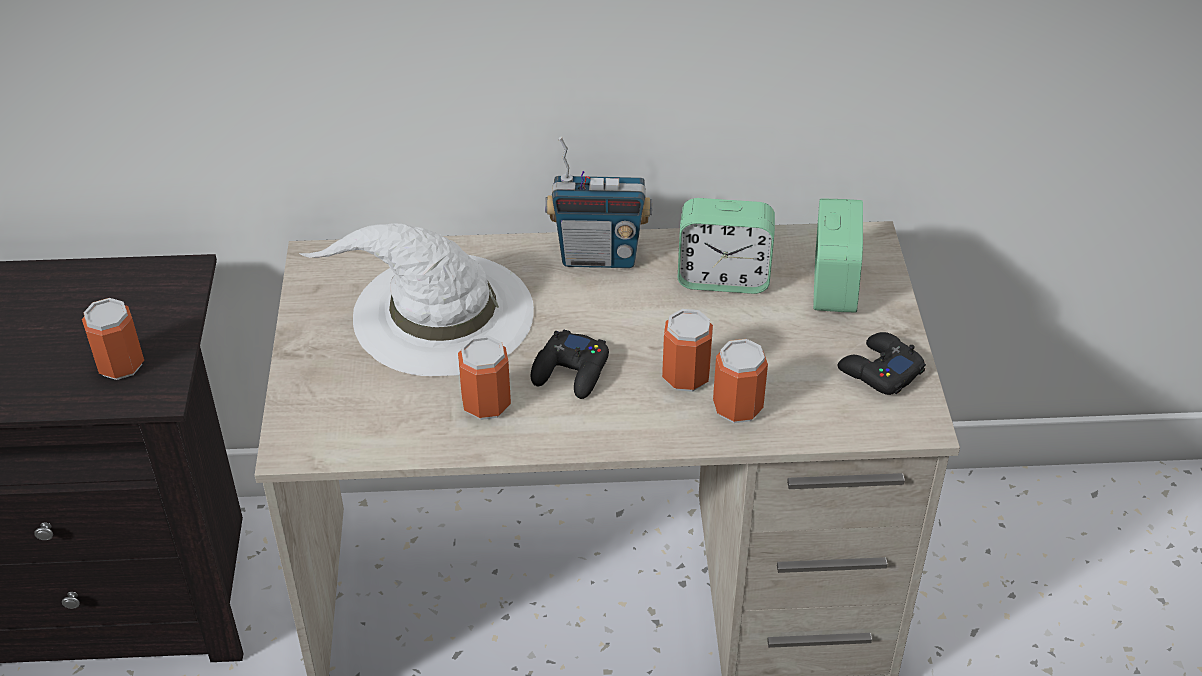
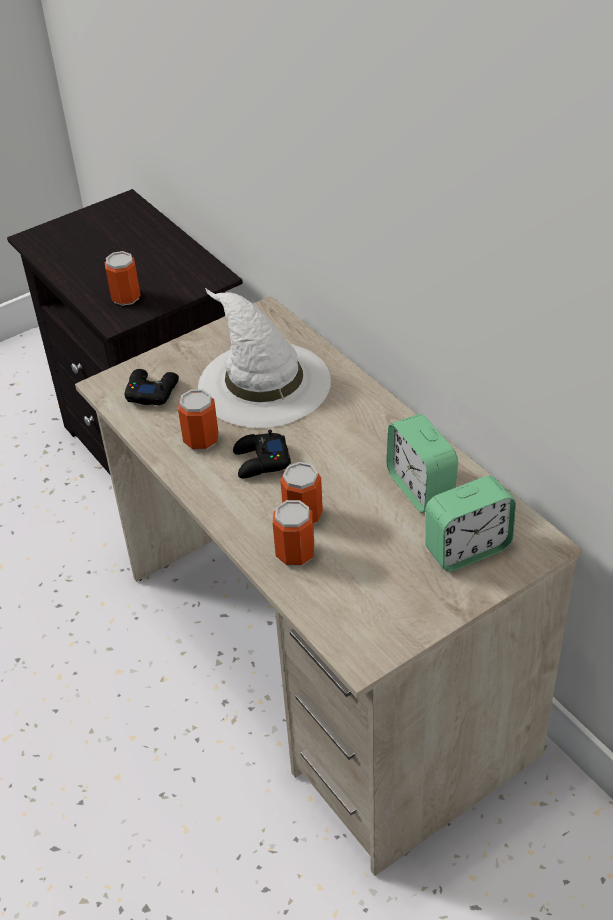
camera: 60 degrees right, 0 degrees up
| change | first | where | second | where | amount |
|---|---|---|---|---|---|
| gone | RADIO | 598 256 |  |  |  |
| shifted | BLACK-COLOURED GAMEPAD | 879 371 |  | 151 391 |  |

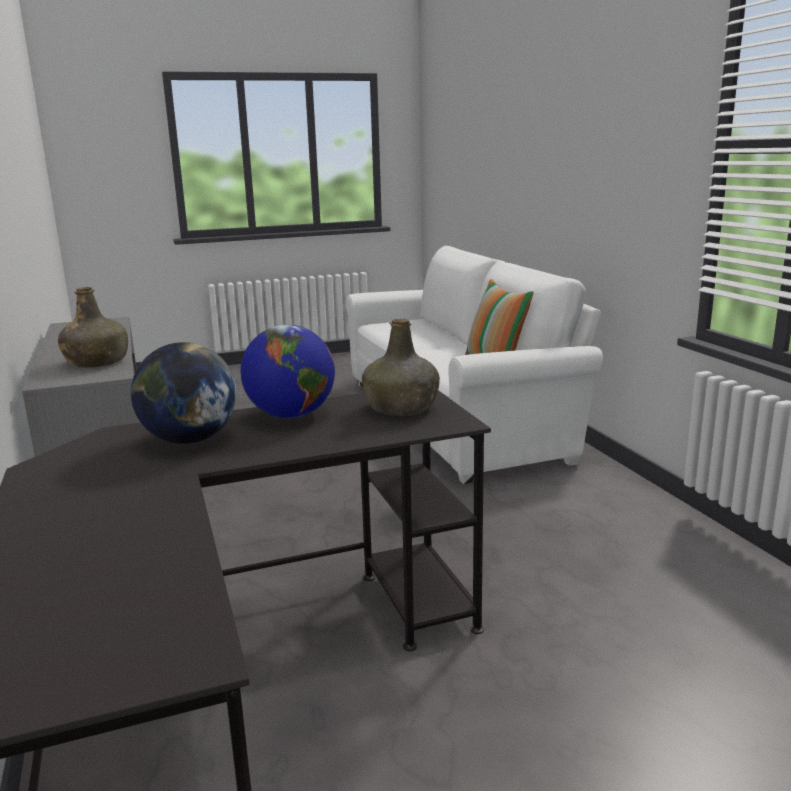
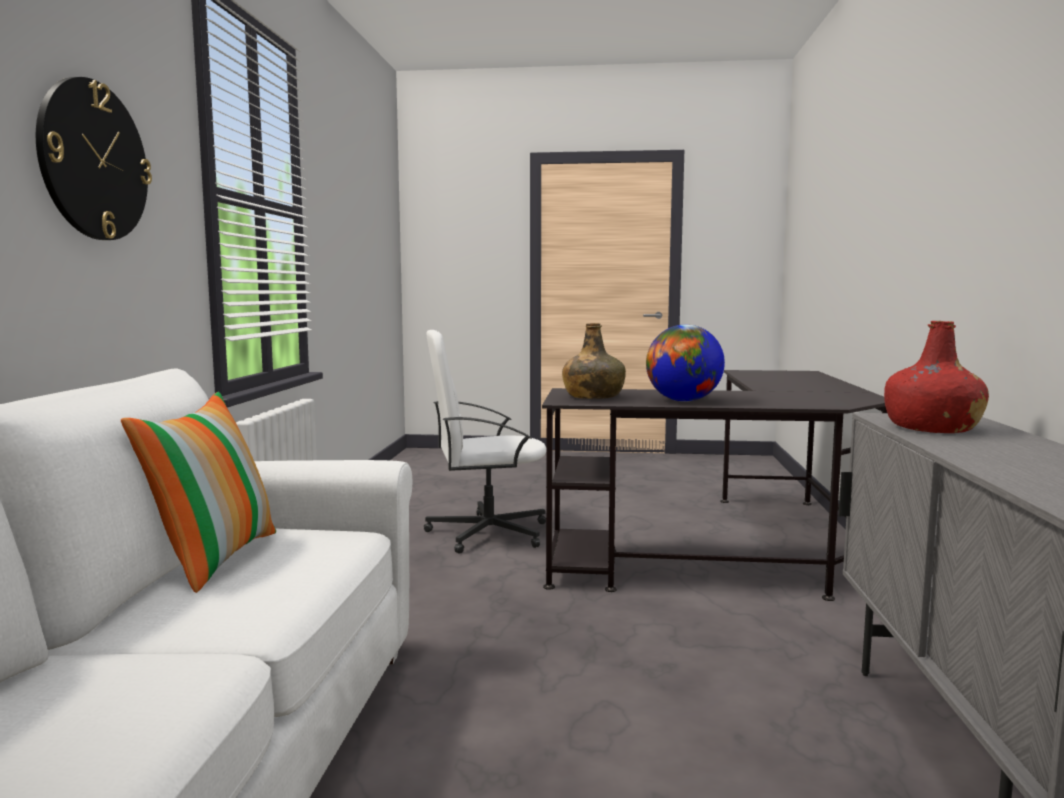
camera: 155 degrees left, 10 degrees down
| change | first | where | second | where | amount |
|---|---|---|---|---|---|
| gone | DESK GLOBE | 189 440 |  |  |  |
| new |  |  | CLOCK ON THE WALL | 93 161 |  |
| new |  |  | WHITISH OFFICE CHAIR | 486 533 |  |
| repainted | GREEN BEVERAGE BOTTLE | 97 362 | REDDISH BEVERAGE BOTTLE | 932 428 |  |

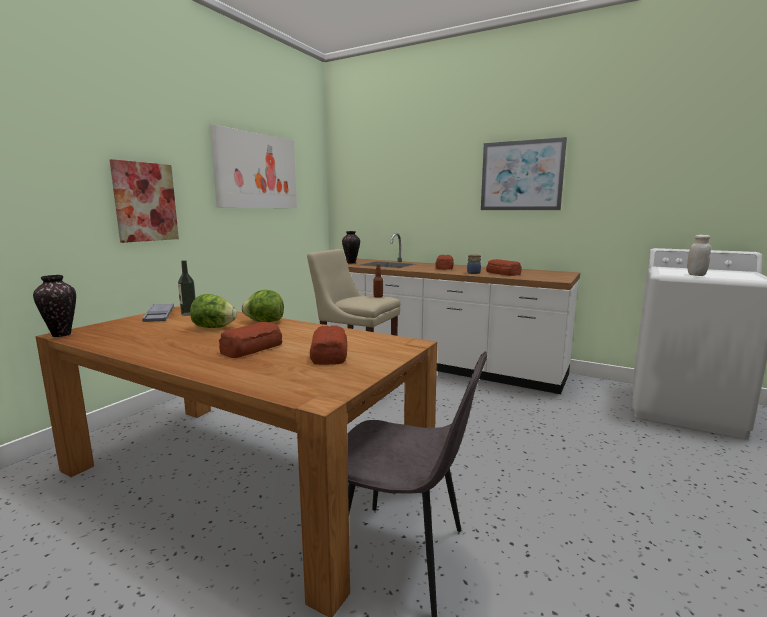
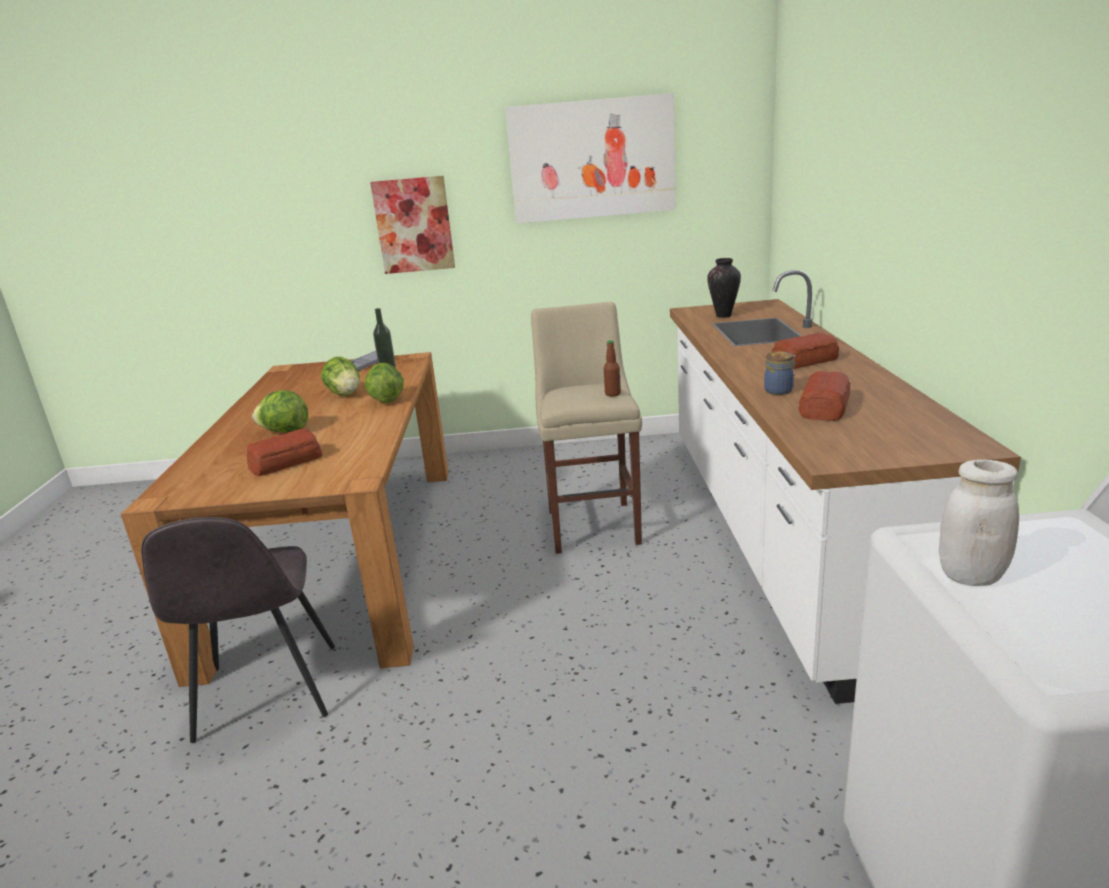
camera: 60 degrees right, 10 degrees up
| change | first | where | second | where | amount |
|---|---|---|---|---|---|
| gone | VASE | 62 334 |  |  |  |
| gone | WALL PICTURE | 521 176 |  |  |  |
| swapped | BAKED BREAD | 252 348 | LETTUCE | 285 431 |  |

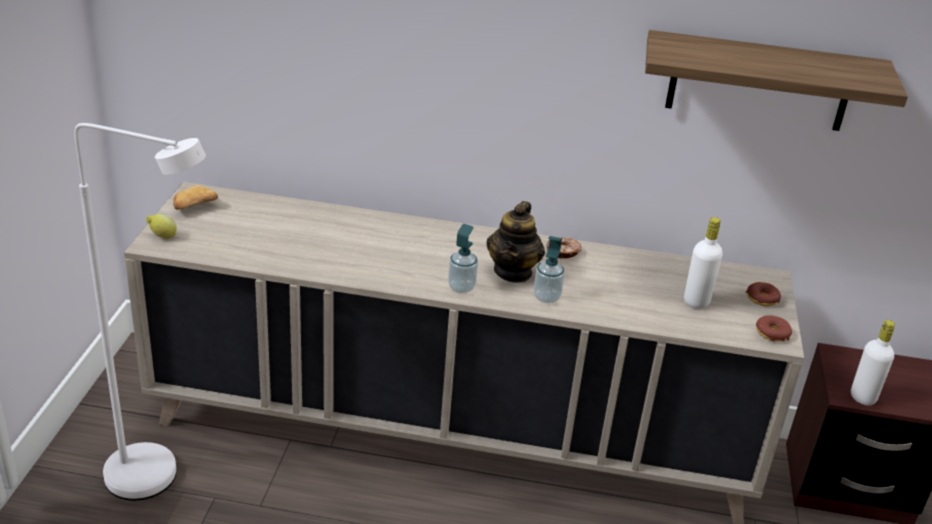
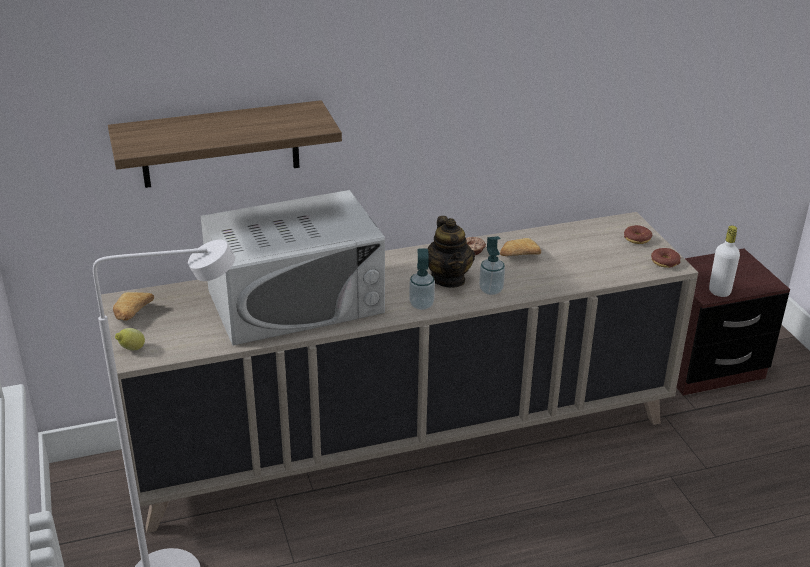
camera: 25 degrees left, 0 degrees up
| change | first | where | second | where | amount |
|---|---|---|---|---|---|
| gone | WHITISH BEVERAGE BOTTLE | 696 301 |  |  |  |
| new |  |  | WHITISH KITCHEN MICROWAVE | 296 301 |  |
| new |  |  | BAKED BREAD | 517 256 |  |
| shifted | SHELF | 759 82 |  | 220 144 |  |

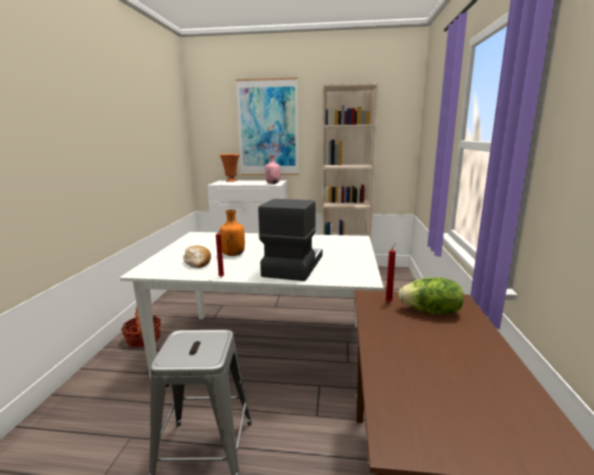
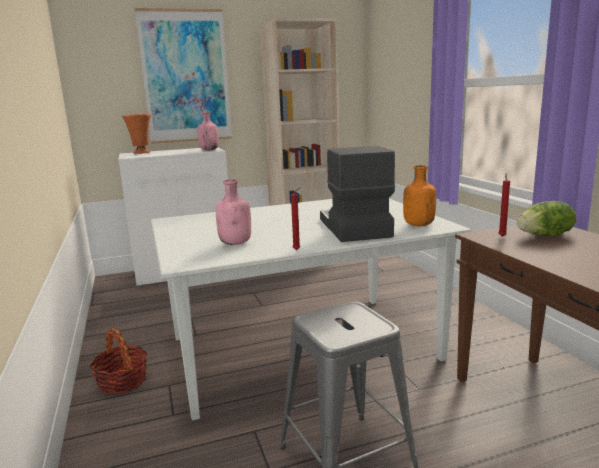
camera: 25 degrees left, 0 degrees up
| change | first | where | second | where | amount |
|---|---|---|---|---|---|
| shifted | ORANGEY BEVERAGE BOTTLE | 233 254 |  | 418 225 |  |
| swapped | BAKED BREAD | 198 262 | PINK BEVERAGE BOTTLE | 236 243 |  |

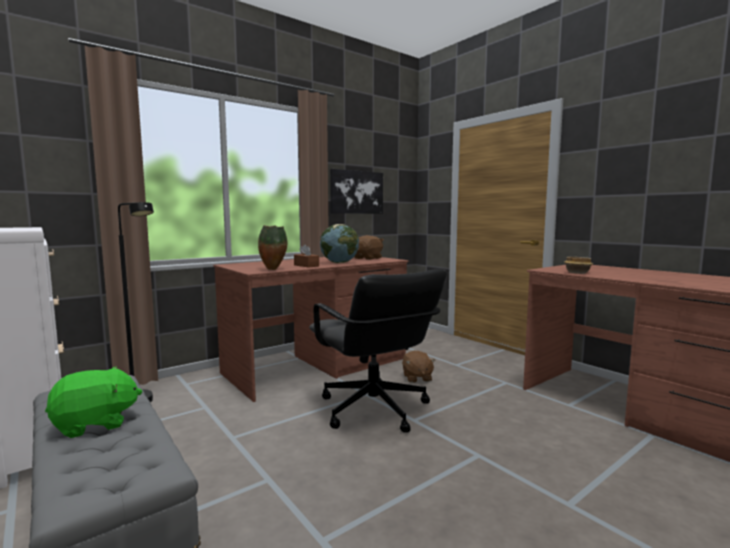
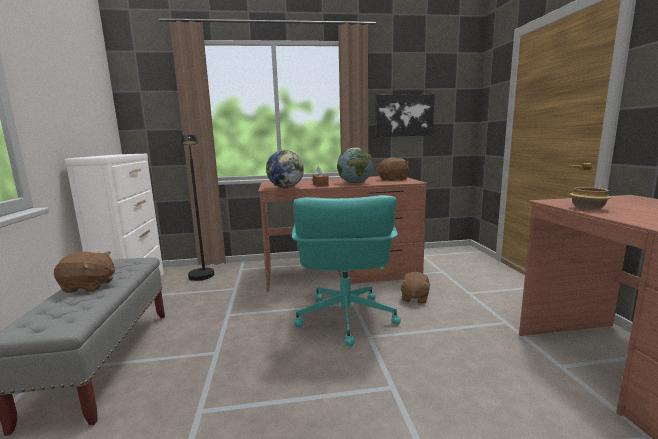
camera: 30 degrees right, 5 degrees up
| change | first | where | second | where | amount |
|---|---|---|---|---|---|
| swapped | VASE | 273 269 | DESK GLOBE | 286 187 |  |
| repainted | GREEN PLUSH TOY | 95 424 | BROWNISH PLUSH TOY | 89 286 |  |
| repainted | BLACK-COLOURED OFFICE CHAIR | 373 409 | TURQUOISE OFFICE CHAIR | 345 318 |  |

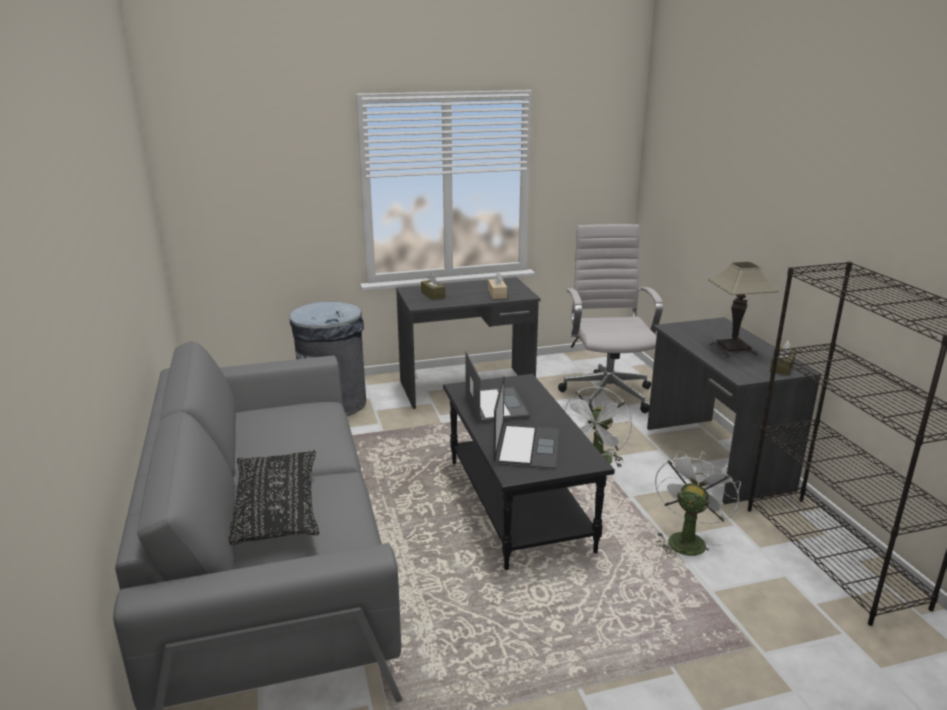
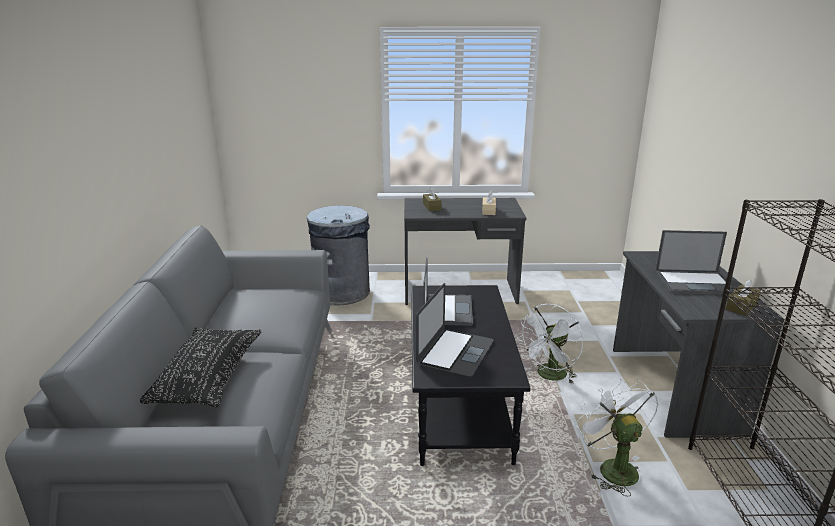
camera: 15 degrees right, 0 degrees up
| change | first | where | second | where | amount |
|---|---|---|---|---|---|
| gone | WHITISH OFFICE CHAIR | 606 393 |  |  |  |
| swapped | LAMP FOR A TABLE | 733 349 | LAPTOP | 695 283 |  |
| rotated | WHITISH ELECTRIC FAN | 687 539 |  | 612 467 | 60 degrees counterclockwise |

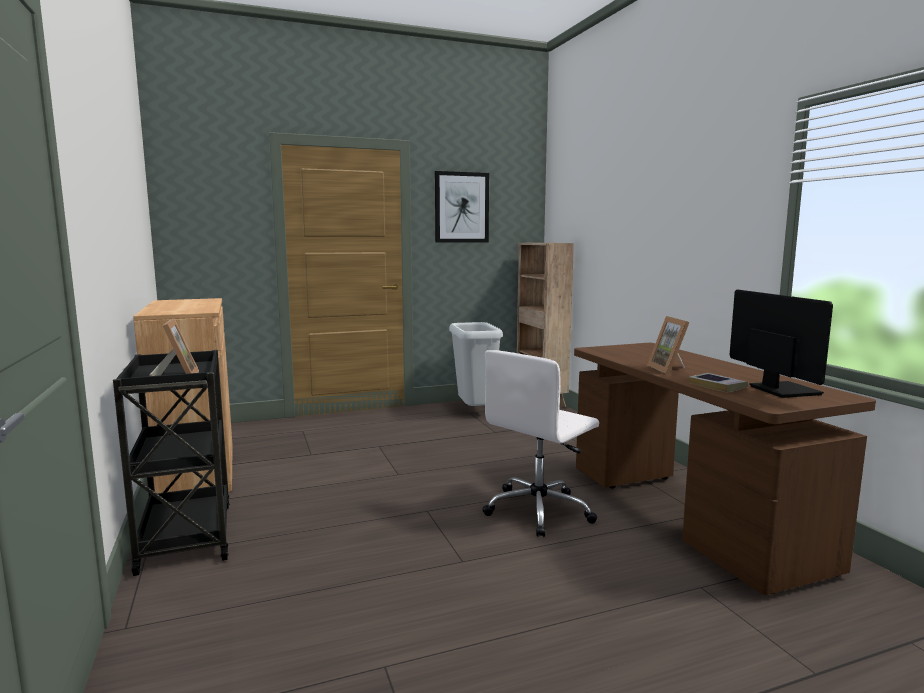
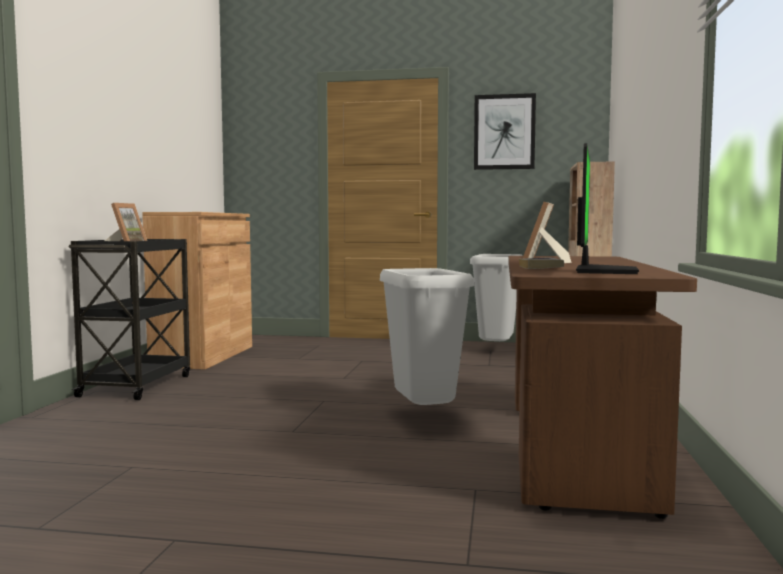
camera: 30 degrees right, 5 degrees down
| change | first | where | second | where | amount |
|---|---|---|---|---|---|
| swapped | WHITISH OFFICE CHAIR | 539 510 | GREYISH TRASH CAN | 422 416 |  |

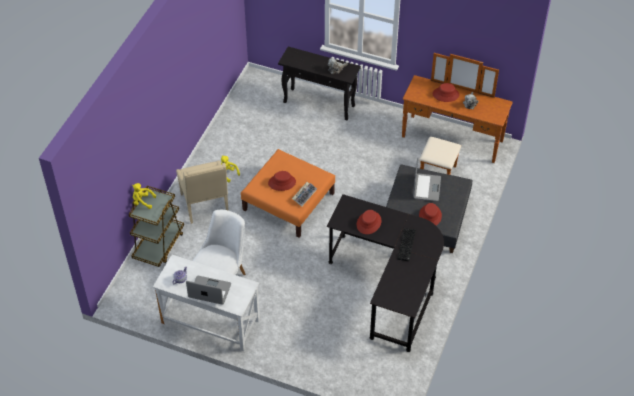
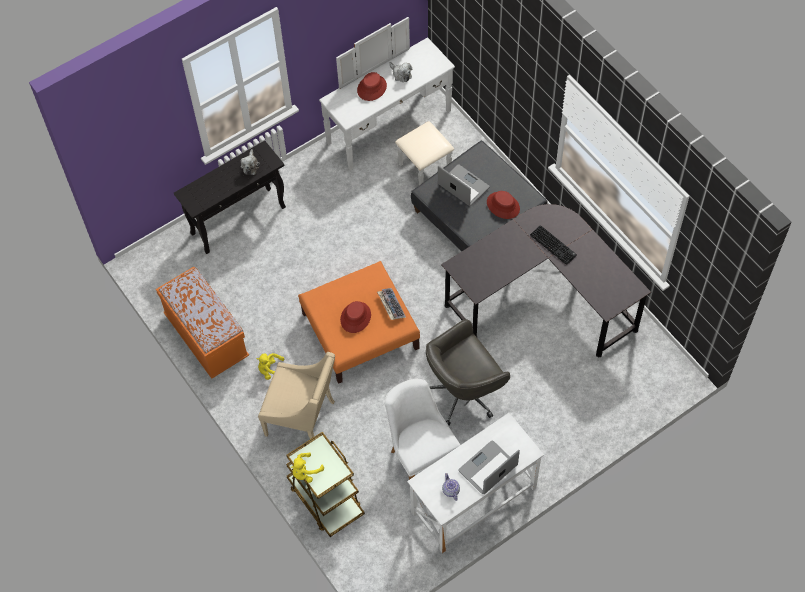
camera: 55 degrees left, 10 degrees up
| change | first | where | second | where | amount |
|---|---|---|---|---|---|
| gone | REDDISH WEARABLE HAT | 369 223 |  |  |  |
| new |  |  | ORANGEY BENCH | 206 337 |  |
| new |  |  | GREYISH OFFICE CHAIR | 463 392 |  |
| repainted | BROWNISH CHEST OF DRAWERS | 449 146 | WHITISH CHEST OF DRAWERS | 397 136 |  |

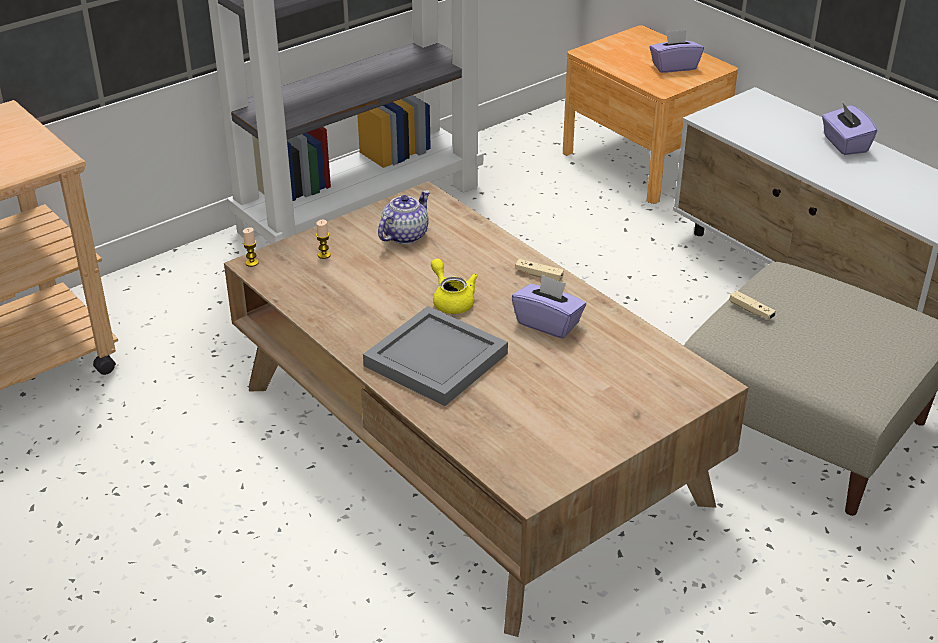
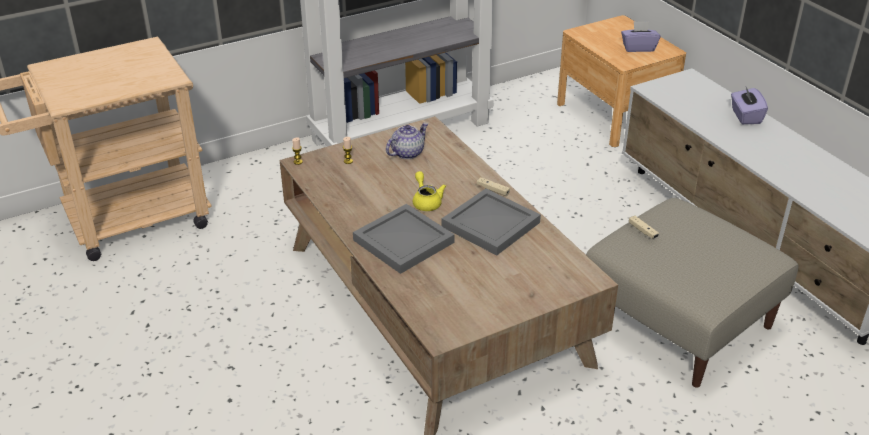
camera: 10 degrees right, 0 degrees up
| change | first | where | second | where | amount |
|---|---|---|---|---|---|
| swapped | PURPLE BOX OF TISSUES | 548 323 | GREYISH CARRYING TRAY | 489 224 |  |

